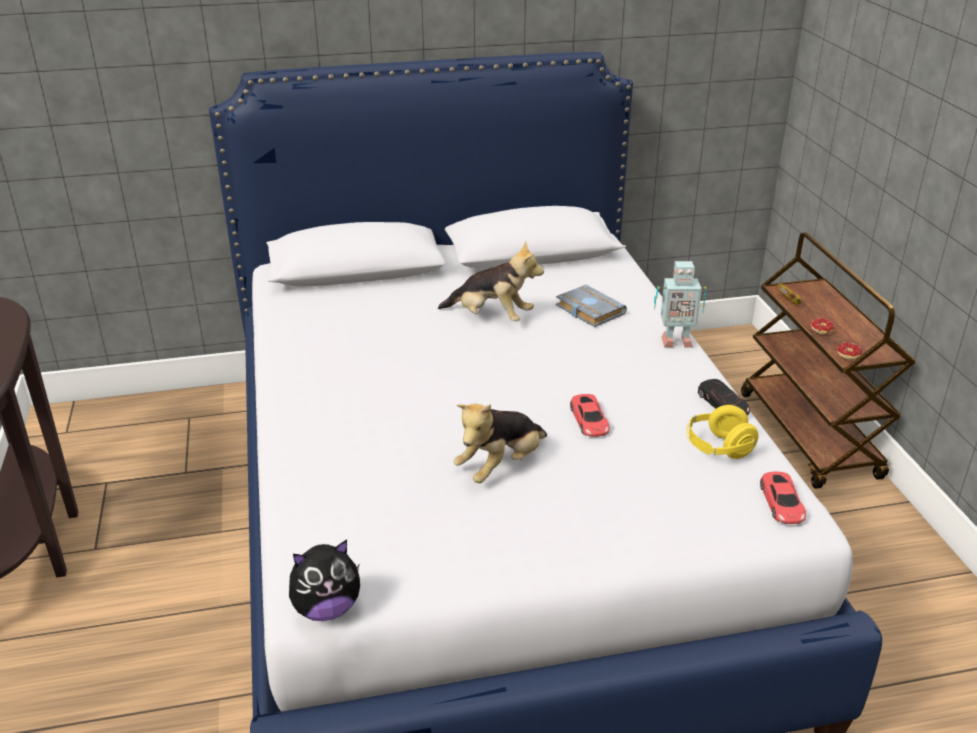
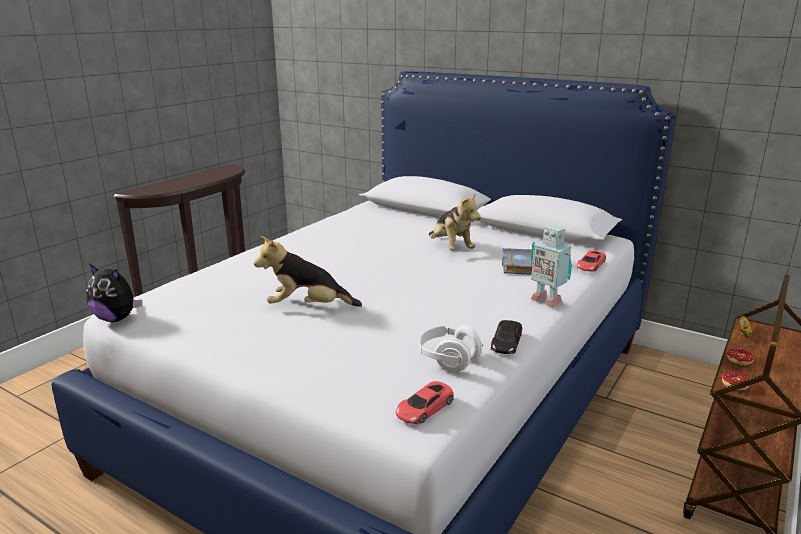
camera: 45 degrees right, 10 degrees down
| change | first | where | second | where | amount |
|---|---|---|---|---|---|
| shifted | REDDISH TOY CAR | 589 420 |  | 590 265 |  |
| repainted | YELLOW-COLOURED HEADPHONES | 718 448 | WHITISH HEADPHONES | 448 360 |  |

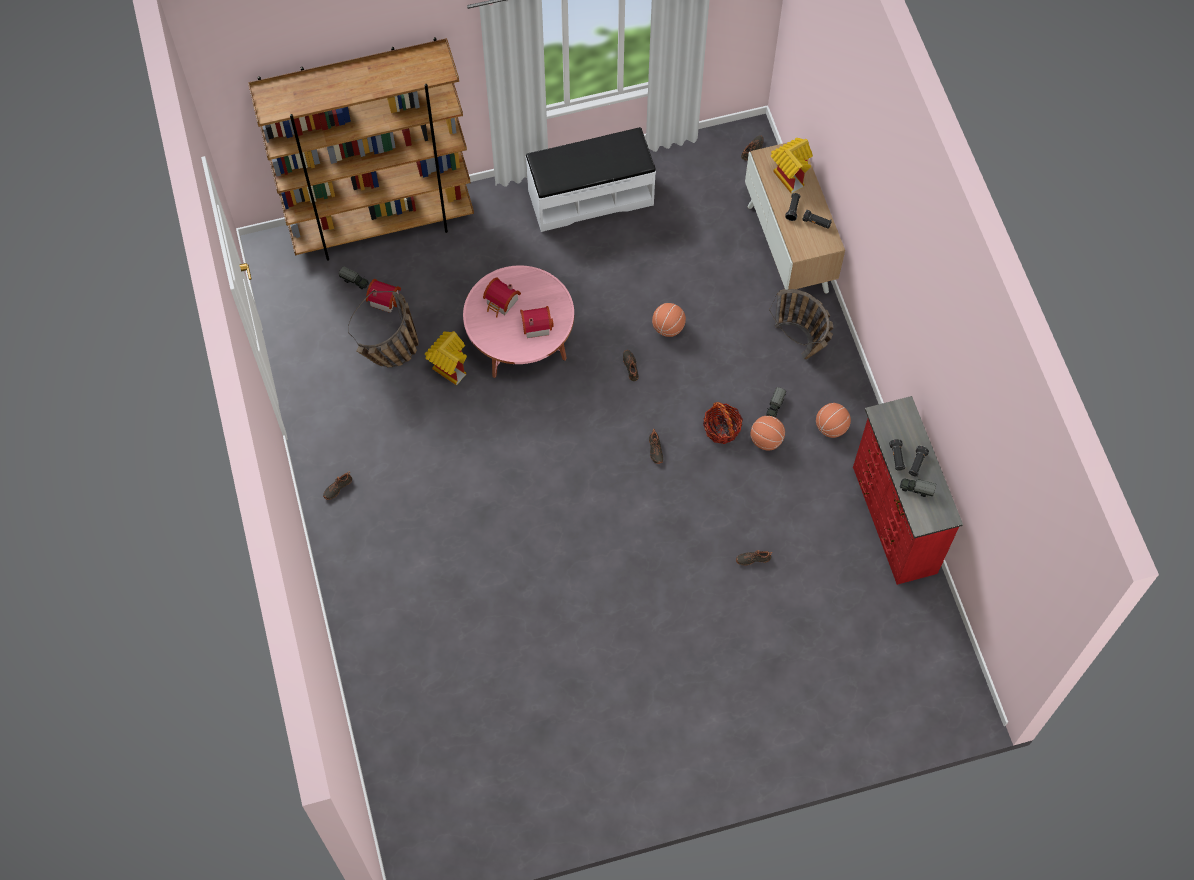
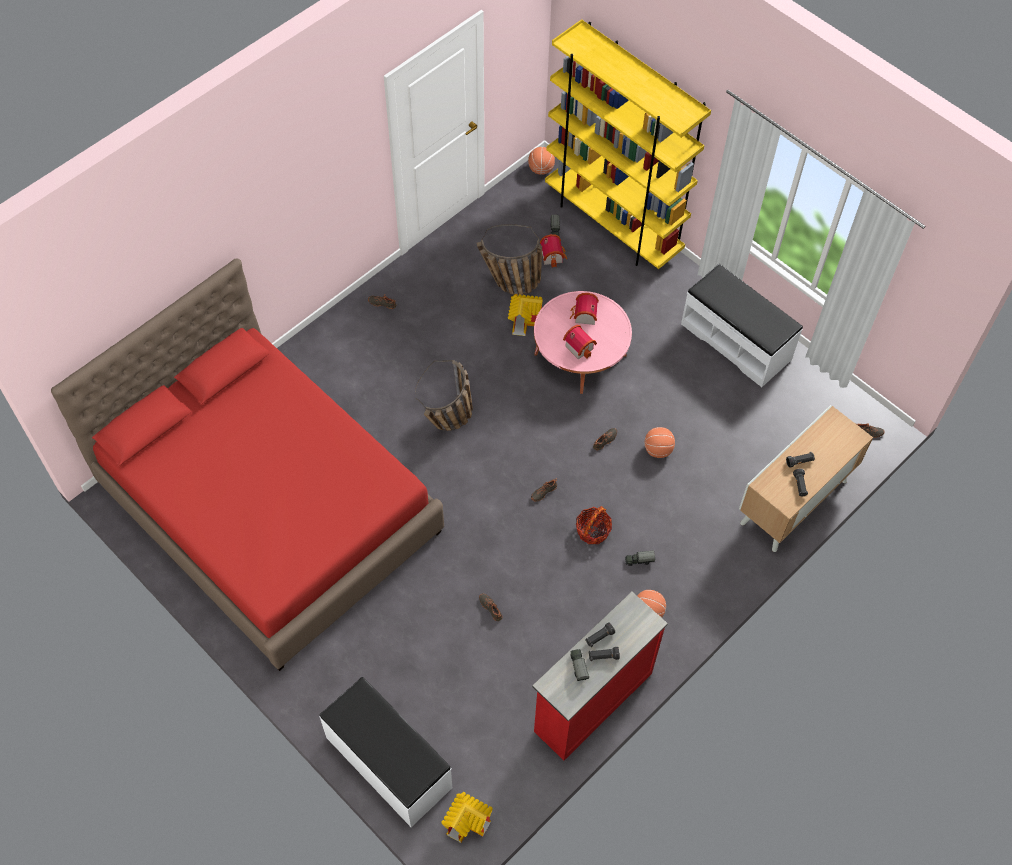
camera: 60 degrees right, 5 degrees down
| change | first | where | second | where | amount |
|---|---|---|---|---|---|
| new |  |  | REDDISH SLEEPING BED | 270 507 |  |
| new |  |  | WHITISH BENCH | 388 763 |  |
| shifted | BASKETBALL | 766 440 |  | 541 169 |  |
| shifted | BASKET | 802 346 |  | 450 422 |  |
| shifted | TOY HOUSE | 789 173 |  | 468 822 |  |
| repainted | BROWNISH SHELVING UNIT | 382 225 | YELLOW-COLOURED SHELVING UNIT | 613 224 |  |

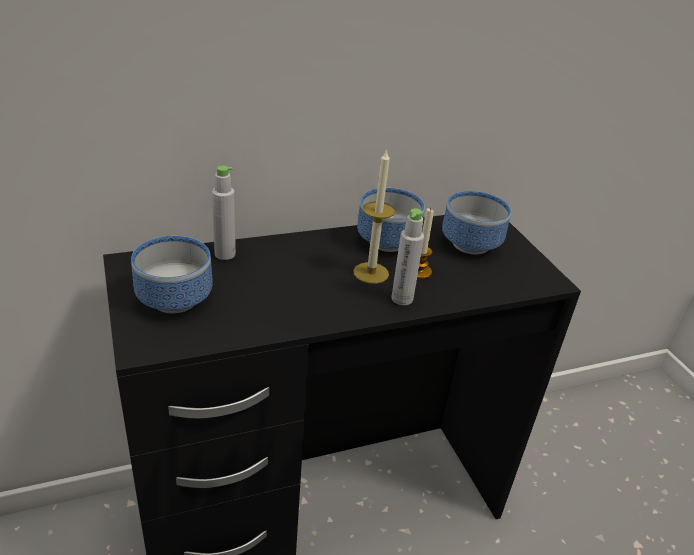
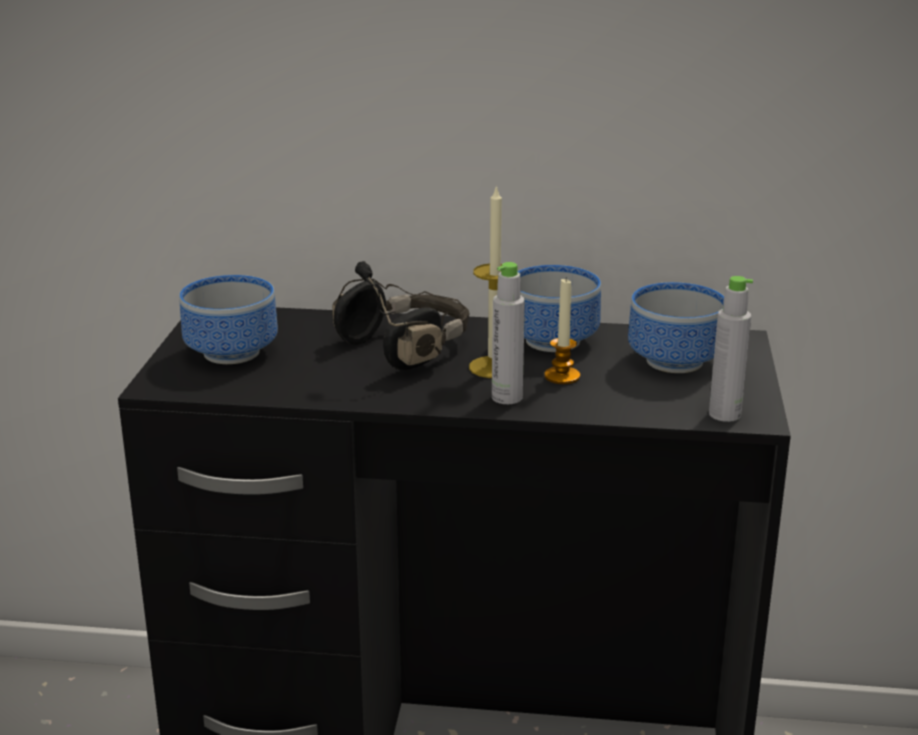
camera: 30 degrees right, 10 degrees down
| change | first | where | second | where | amount |
|---|---|---|---|---|---|
| new |  |  | BLACK-COLOURED HEADPHONES | 406 347 |  |
| shifted | GREYISH BEVERAGE BOTTLE | 225 254 |  | 724 414 |  |

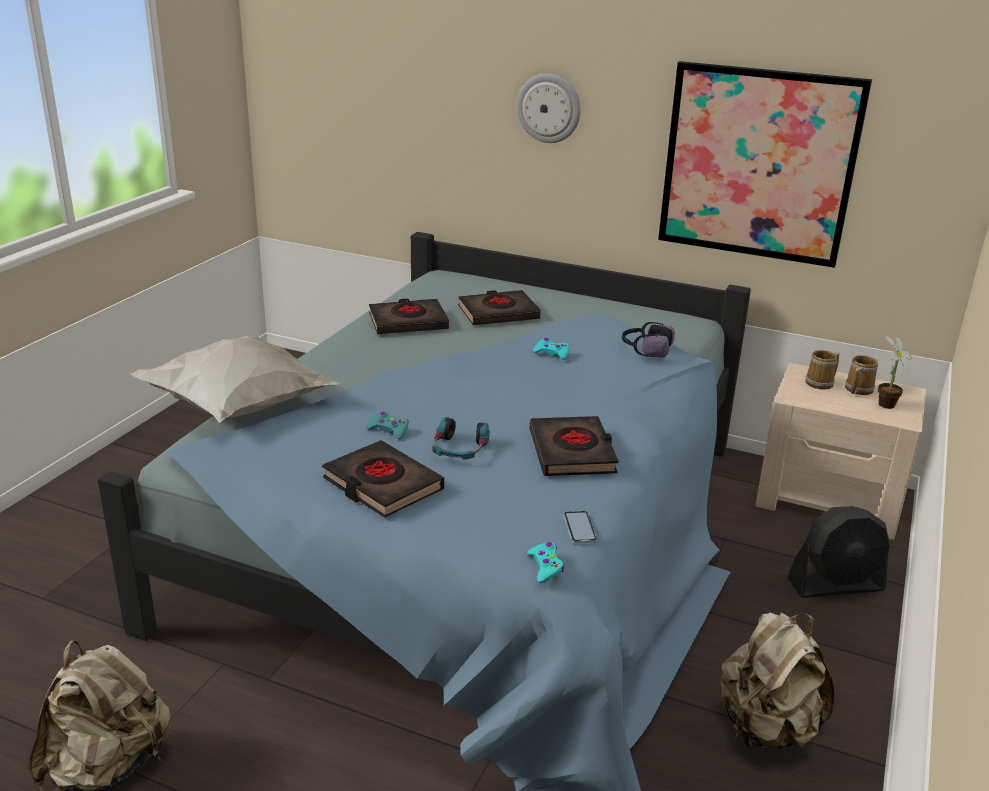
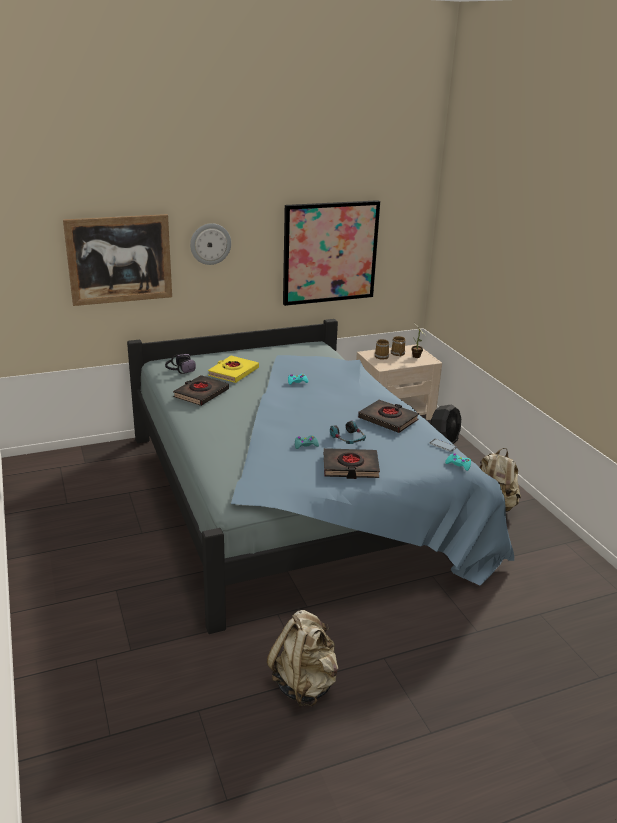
camera: 45 degrees left, 0 degrees up
| change | first | where | second | where | amount |
|---|---|---|---|---|---|
| gone | WHITISH CUSHION | 241 409 |  |  |  |
| new |  |  | WALL PICTURE | 119 259 |  |
| shifted | HEADPHONES | 645 349 |  | 179 370 |  |
| repainted | BLACK-COLOURED BOUND BOOK | 498 313 | YELLOW-COLOURED BOUND BOOK | 233 372 |  |

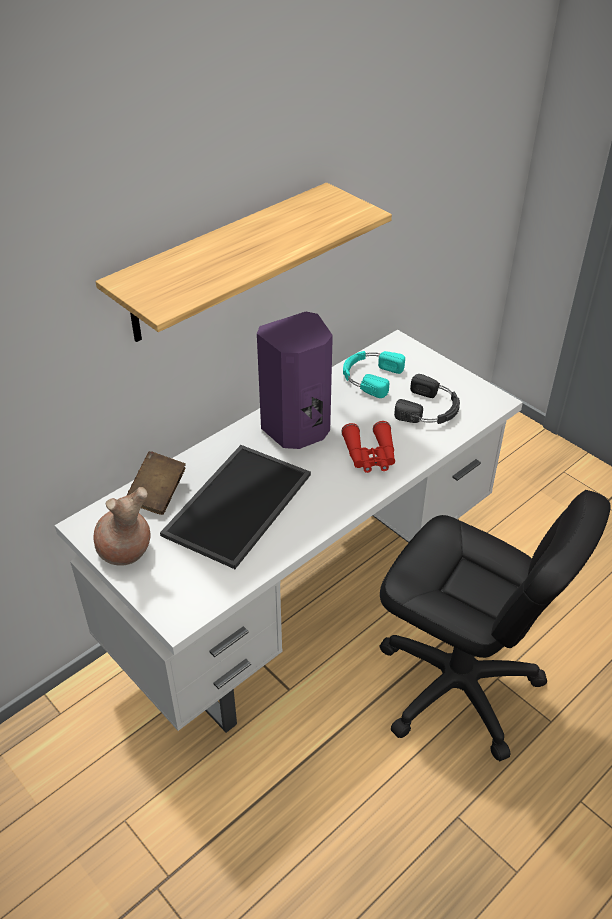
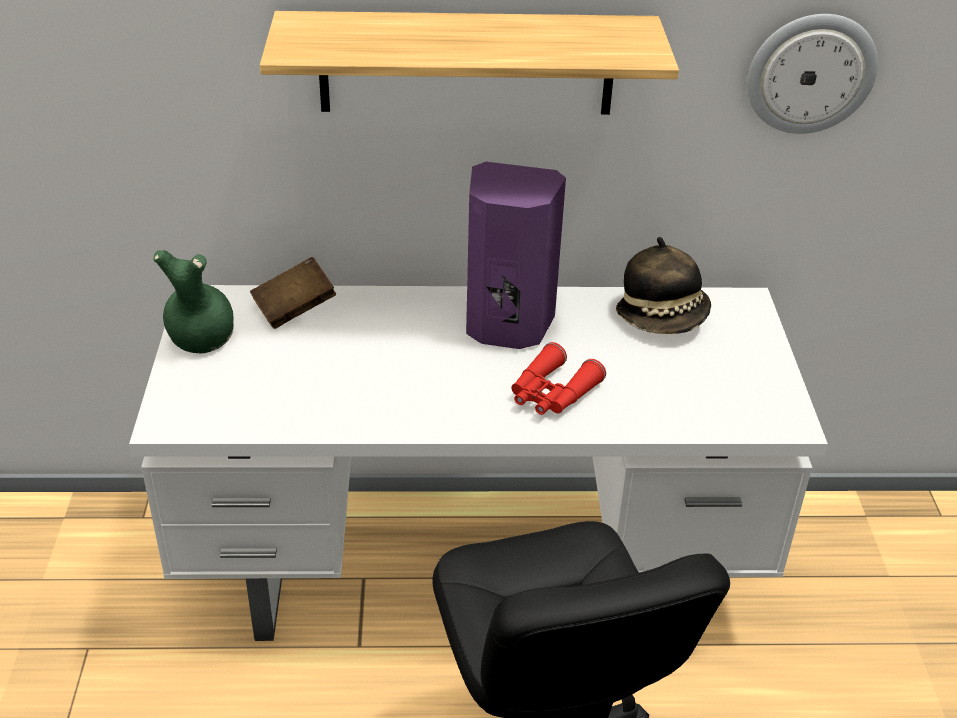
camera: 40 degrees right, 5 degrees down
| change | first | where | second | where | amount |
|---|---|---|---|---|---|
| gone | CARRYING TRAY | 237 502 |  |  |  |
| gone | BLACK-COLOURED HEADPHONES | 429 409 |  |  |  |
| new |  |  | CLOCK ON THE WALL | 810 73 |  |
| swapped | TURQUOISE HEADPHONES | 370 376 | WEARABLE HAT | 663 318 |  |
| repainted | BROWNISH VASE | 125 553 | GREEN VASE | 199 341 |  |

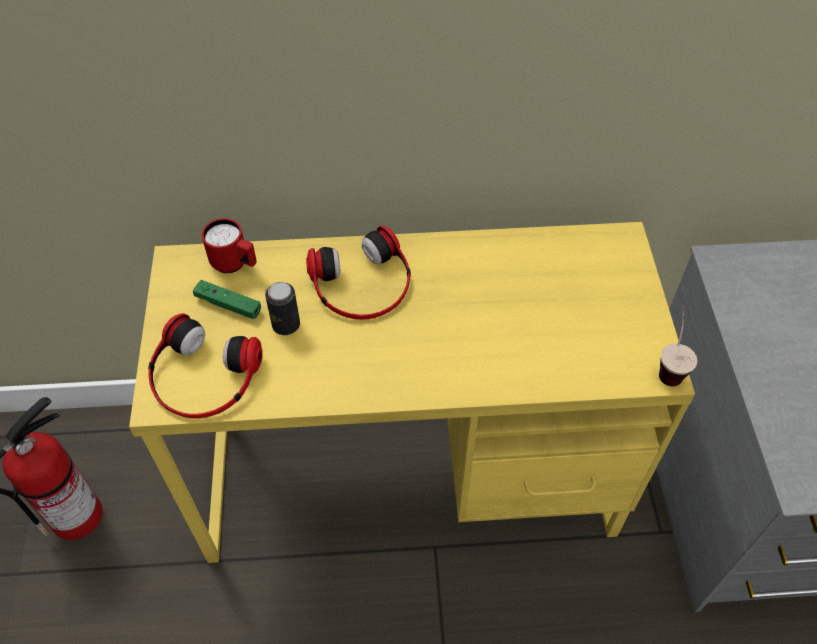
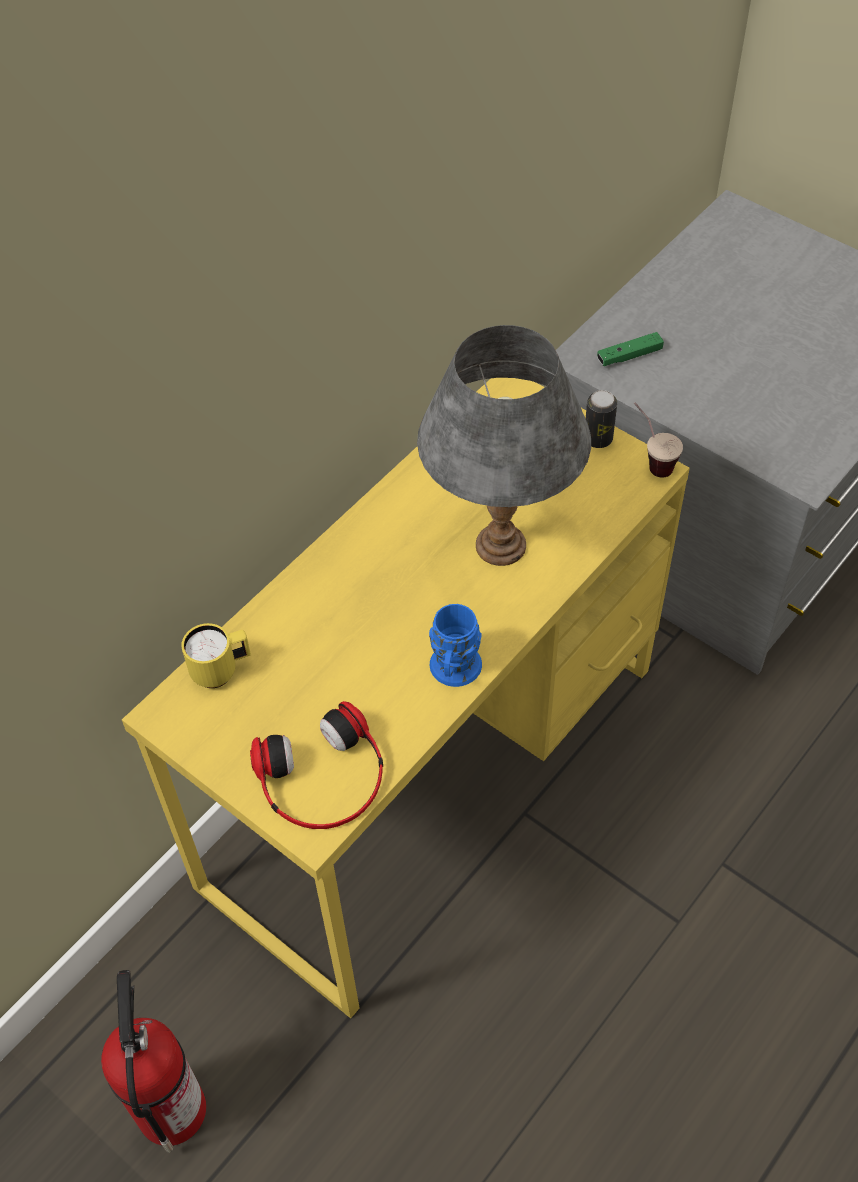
camera: 45 degrees left, 0 degrees up
| change | first | where | second | where | amount |
|---|---|---|---|---|---|
| gone | HEADPHONES | 362 284 |  |  |  |
| new |  |  | GREYISH LAMP FOR A TABLE | 502 545 |  |
| new |  |  | BLUE COFFEE MUG | 453 673 |  |
| shifted | GREEN GAMEPAD | 228 304 |  | 629 356 |  |
| shifted | METAL CAN | 286 325 |  | 598 439 |  |
| repainted | REDDISH COFFEE MUG | 235 264 | YELLOW-COLOURED COFFEE MUG | 221 670 |  |

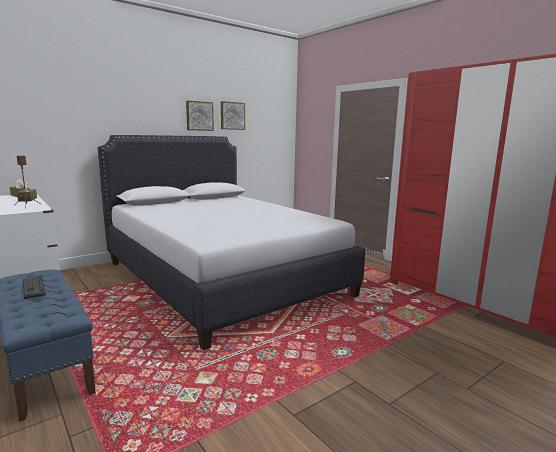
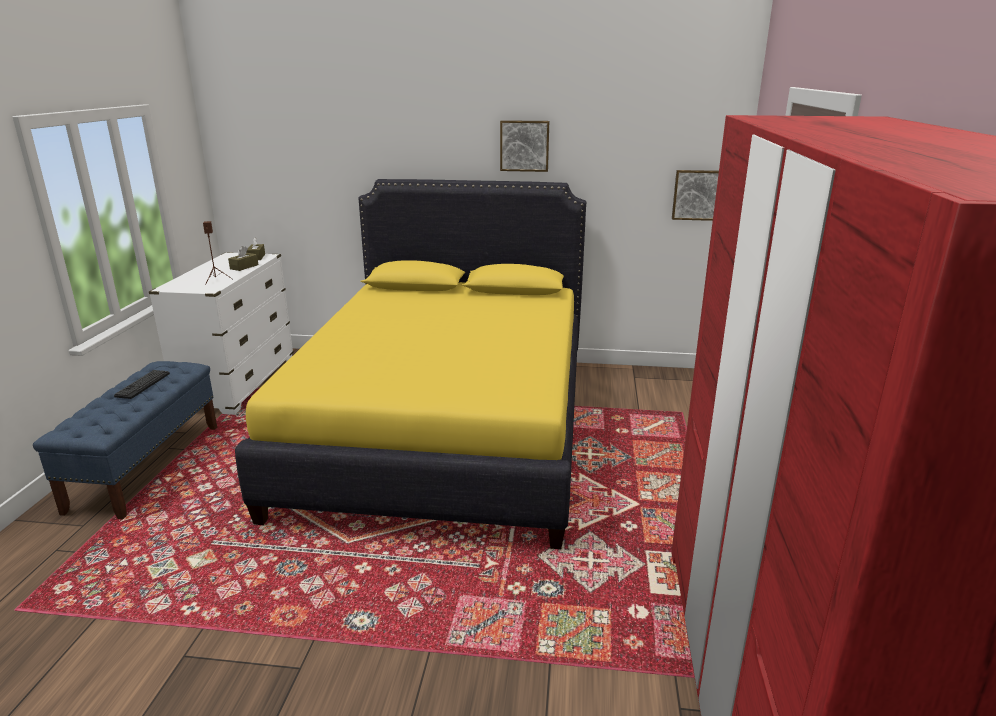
camera: 45 degrees right, 10 degrees up
| change | first | where | second | where | amount |
|---|---|---|---|---|---|
| shifted | WALL PICTURE | 232 115 |  | 698 195 |  |
| repainted | WHITISH SLEEPING BED | 222 278 | YELLOW-COLOURED SLEEPING BED | 445 428 |  |

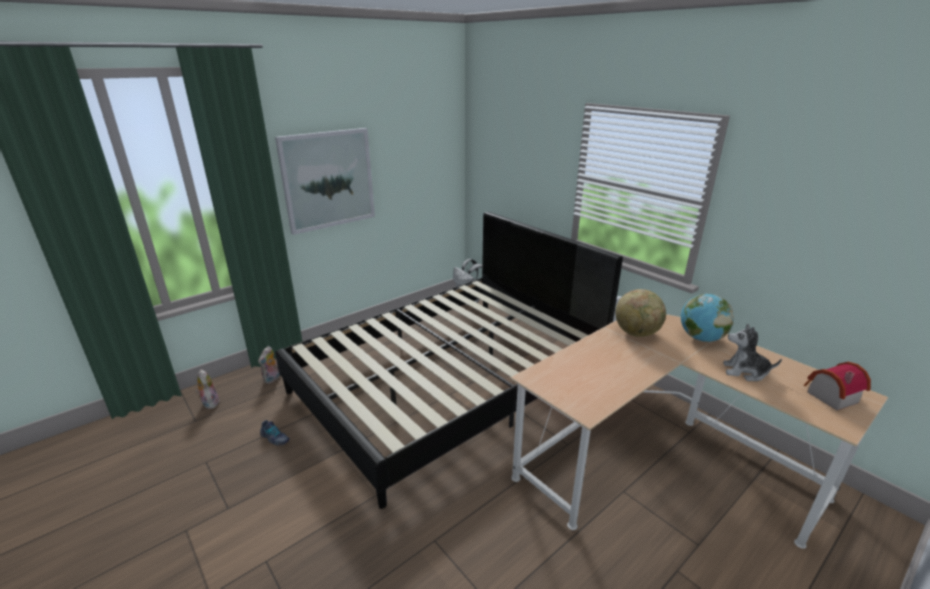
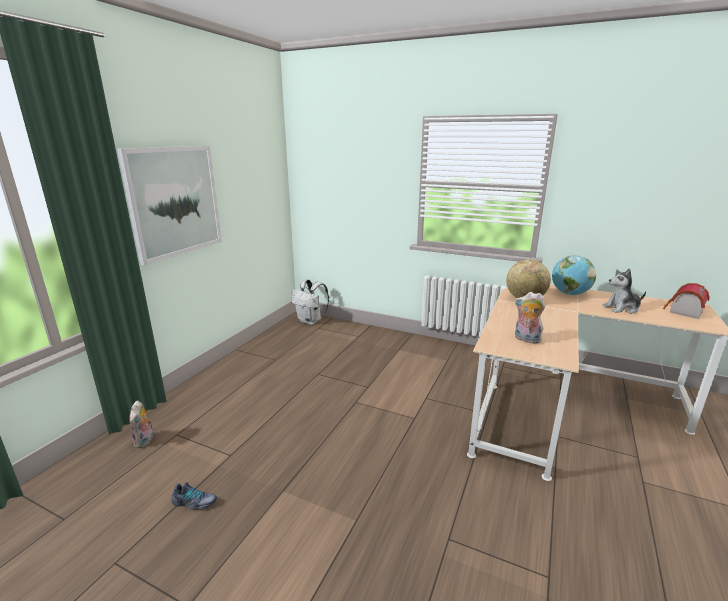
camera: 25 degrees left, 5 degrees down
| change | first | where | second | where | amount |
|---|---|---|---|---|---|
| gone | BLACK-COLOURED SLEEPING BED | 449 382 |  |  |  |
| shifted | PLUSH TOY | 209 403 |  | 526 339 |  |

